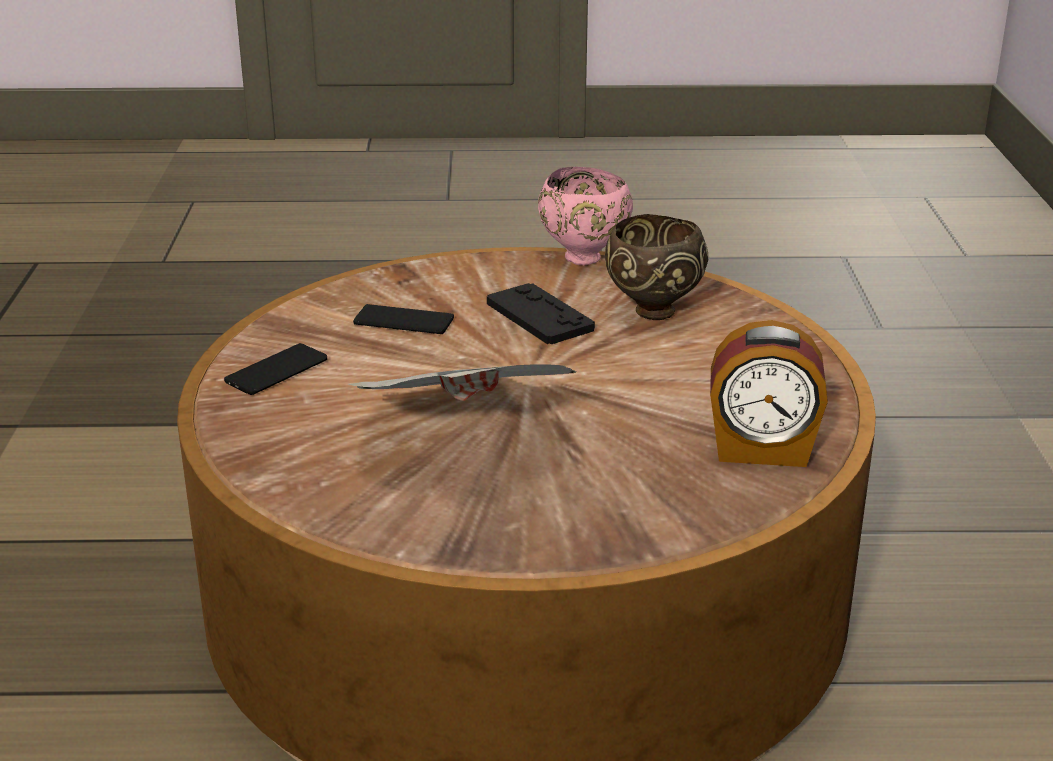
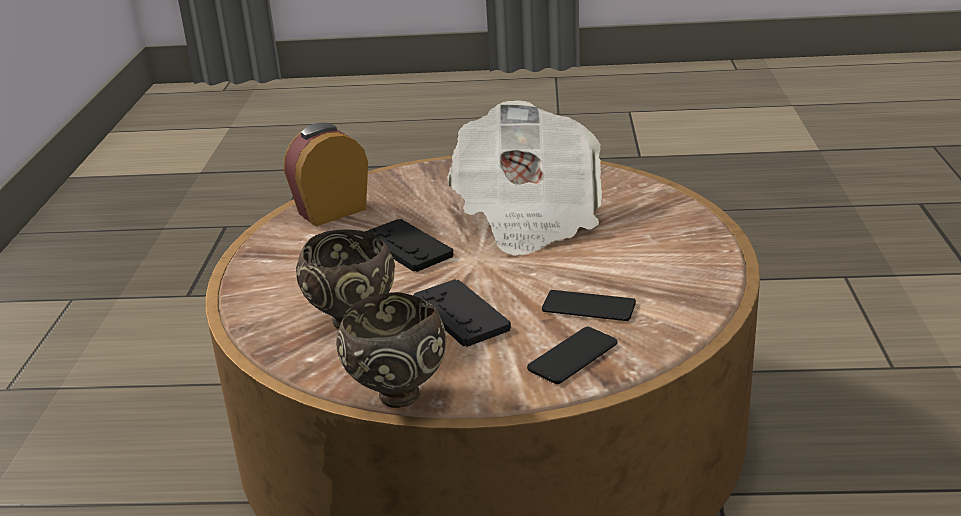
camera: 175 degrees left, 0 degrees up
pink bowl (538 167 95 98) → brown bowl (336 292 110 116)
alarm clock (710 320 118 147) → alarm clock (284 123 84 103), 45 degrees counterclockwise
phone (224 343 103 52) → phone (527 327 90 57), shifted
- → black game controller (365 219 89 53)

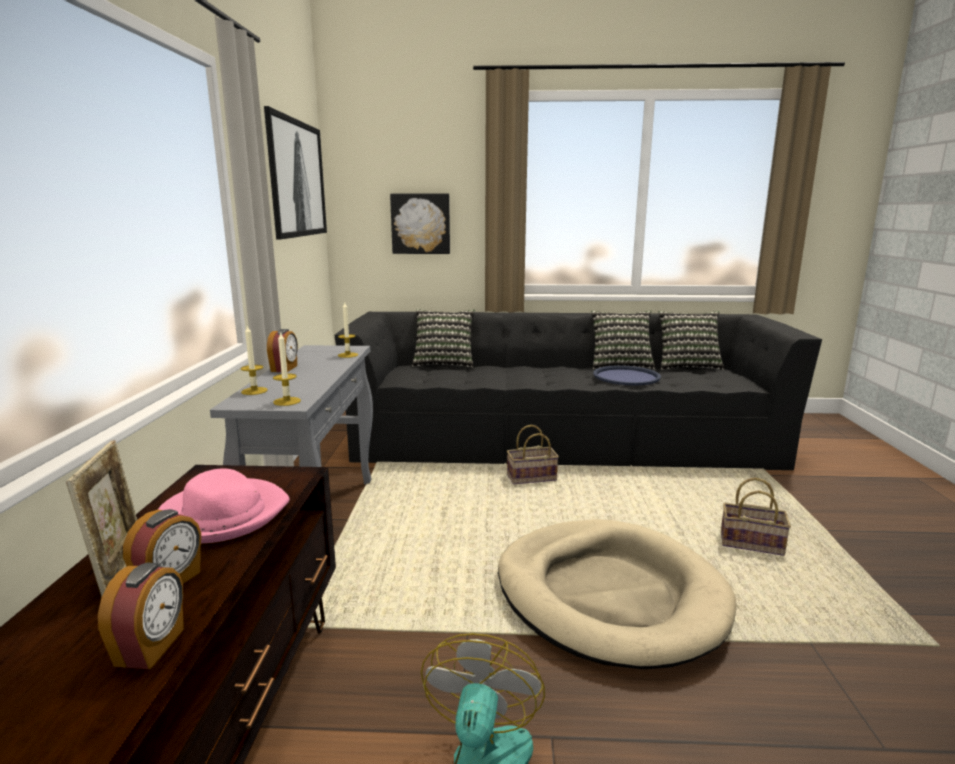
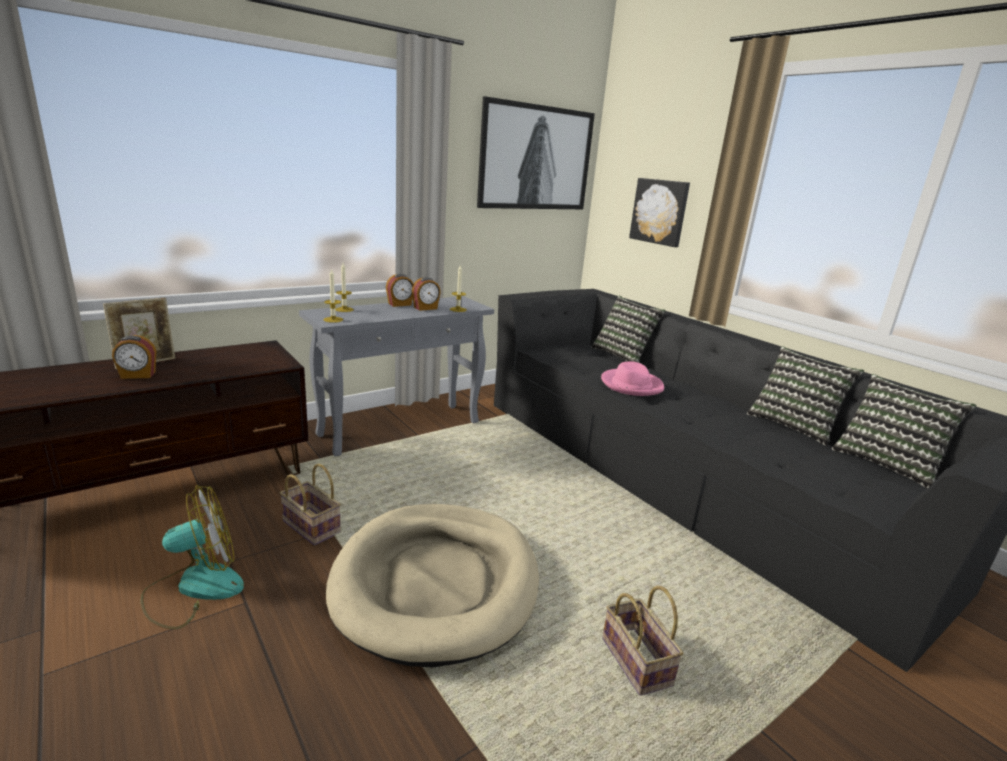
camera: 50 degrees right, 5 degrees up
blue tray (593 365 68 20) → -
basket (507 425 52 59) → basket (280 464 61 82), shifted
pink hat (158 468 132 75) → pink hat (601 361 63 35), shifted
alarm clock (98 562 86 107) → alarm clock (412 277 29 34), shifted

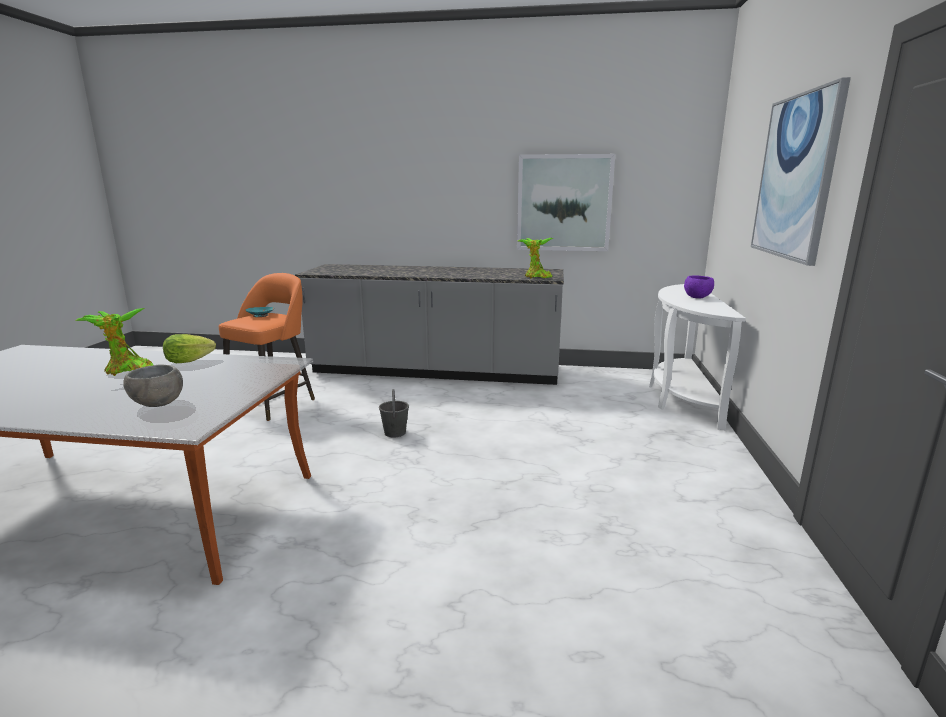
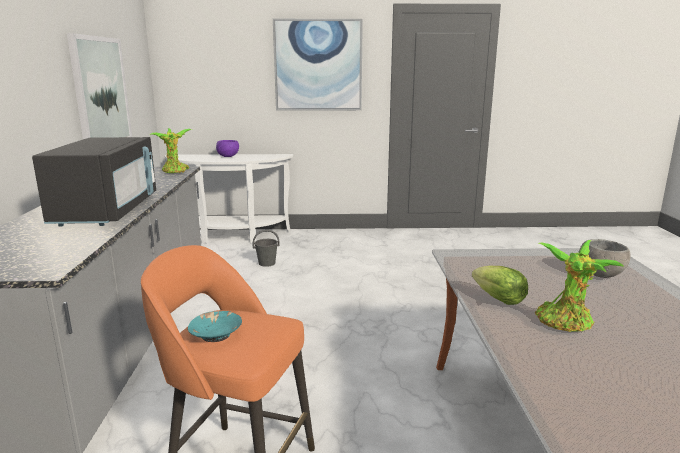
camera: 100 degrees left, 0 degrees up
grey bucket (379 389 30 49) → grey bucket (253 230 27 37), shifted
- → black microwave (32 137 124 90)

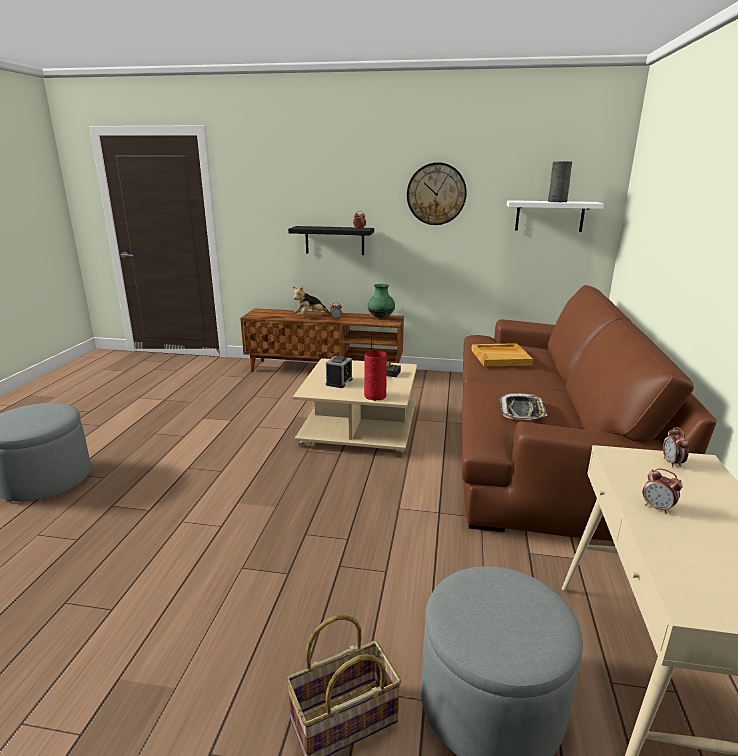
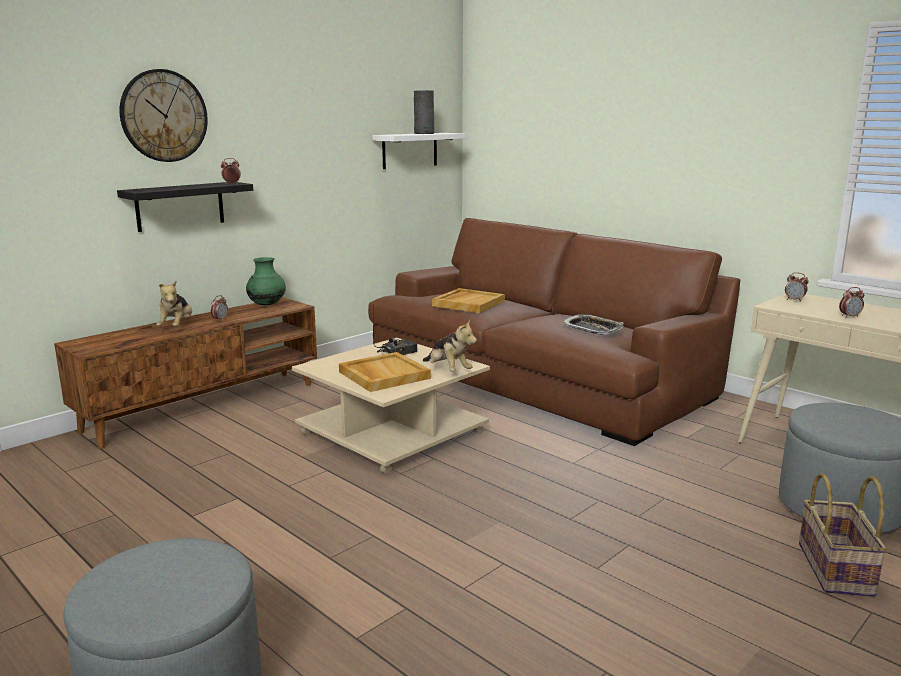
camera: 55 degrees left, 5 degrees down
wall clock (407 162 60 63) → wall clock (120 69 88 93), shifted
red vase (364 350 23 51) → plush toy (423 319 54 52)
alarm clock (326 356 26 32) → beige tray (339 352 92 40)

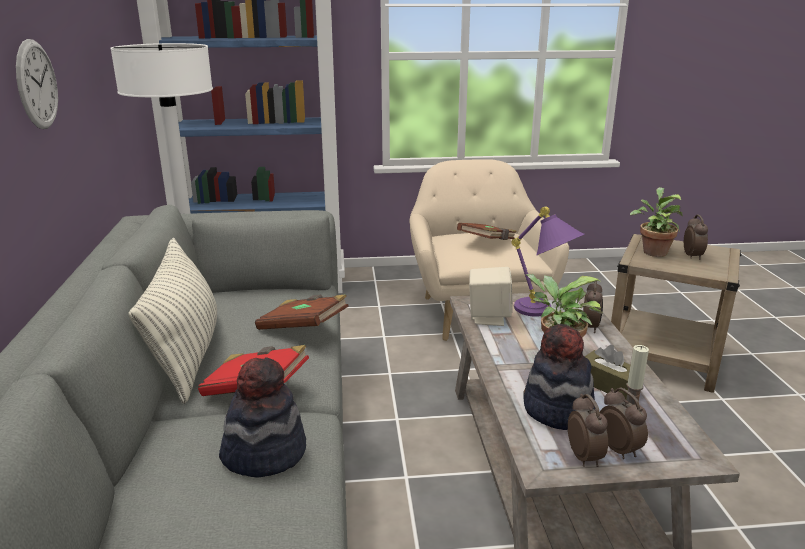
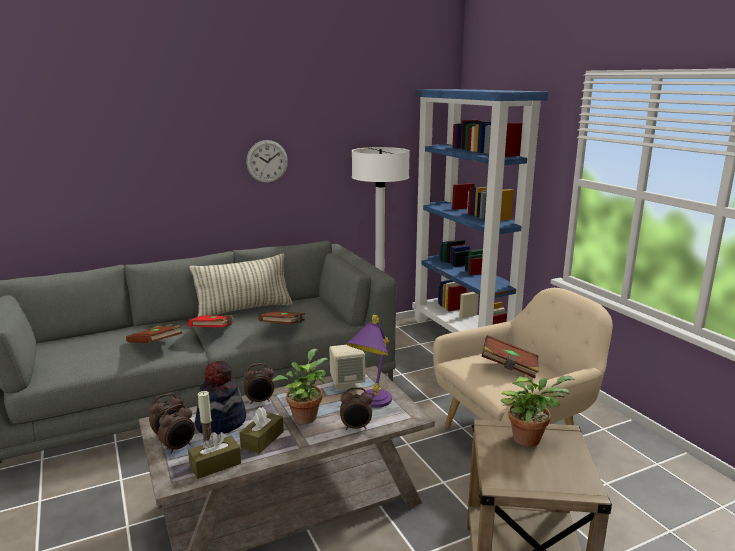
camera: 70 degrees right, 5 degrees down
alarm clock (684 215 24 45) → alarm clock (244 363 30 41), shifted
hat (219 357 87 121) → brown book (126 324 56 19)
- → brown tissue box (188 432 53 47)

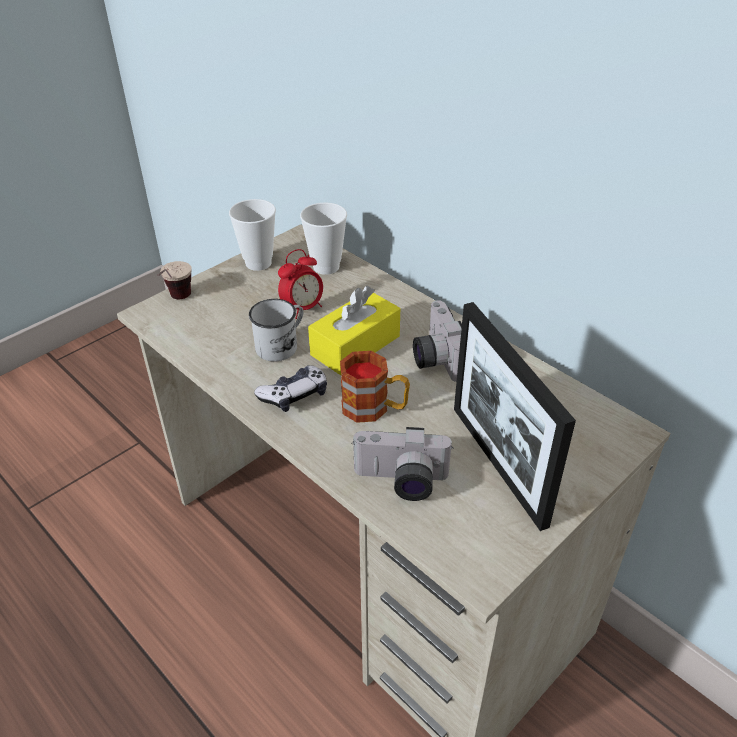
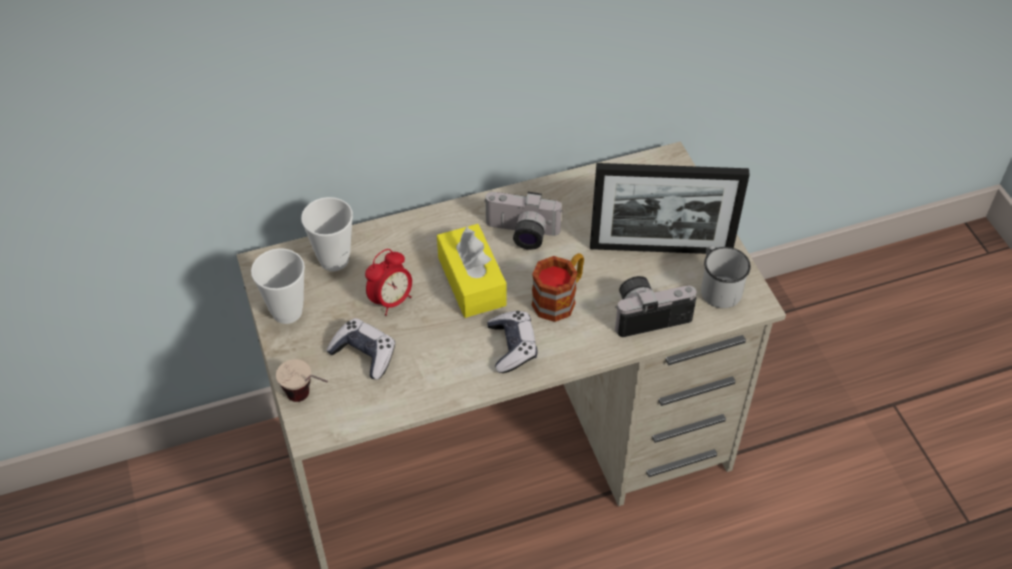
camera: 65 degrees left, 10 degrees up
alarm clock (278 249 45 70) → alarm clock (365 249 47 67), 60 degrees clockwise
white mug (249 299 54 63) → white mug (701 246 50 62), shifted
photo camera (351 427 103 74) → photo camera (615 276 81 61), 135 degrees counterclockwise
- → game controller (326 318 69 62)

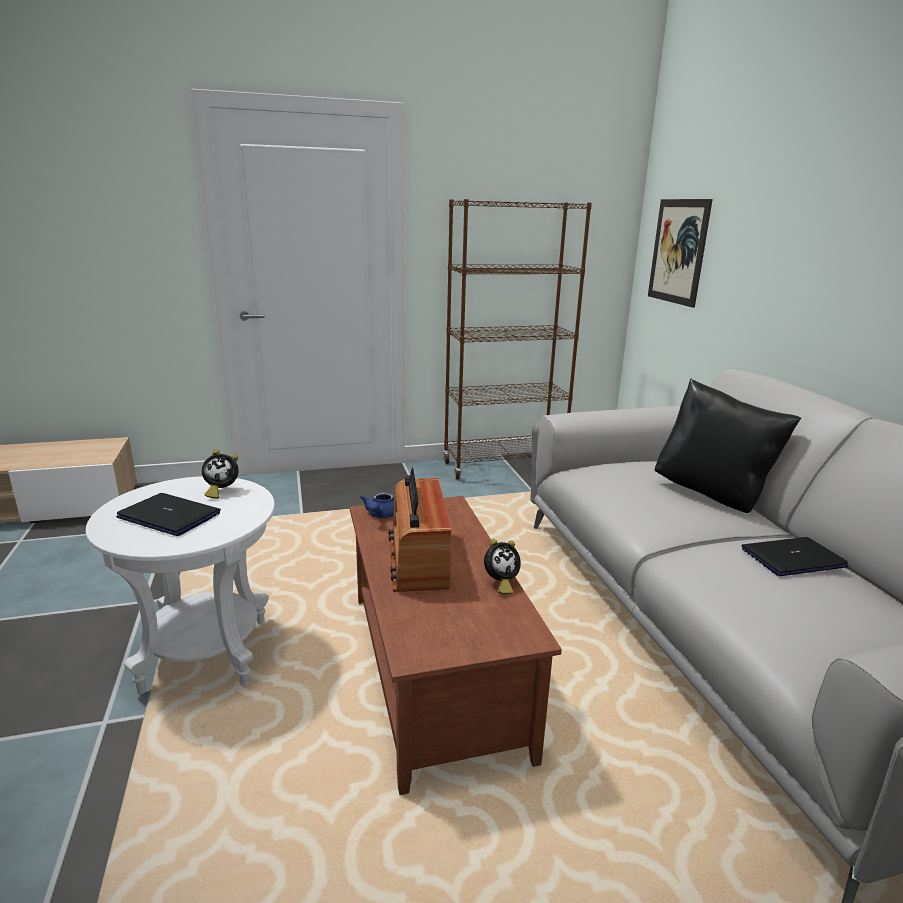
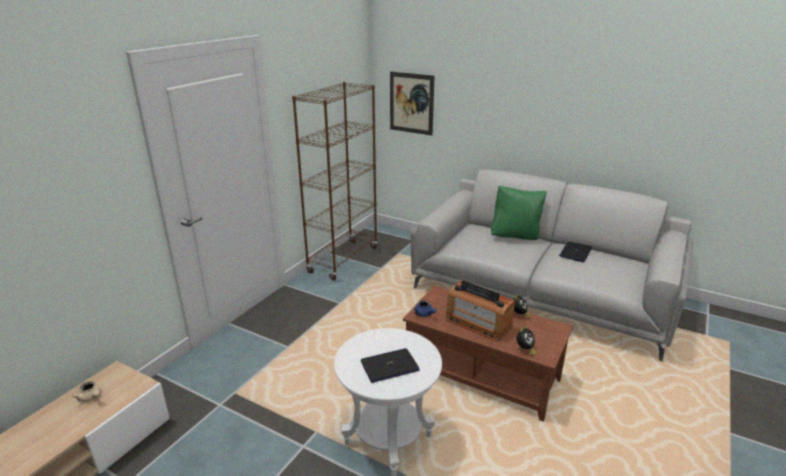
camera: 45 degrees left, 5 degrees up
black pillow (655 378 146 135) → green pillow (491 185 55 55)
alarm clock (202 450 36 49) → alarm clock (517 326 19 30), shifted
- → beige teapot (73 381 29 21)

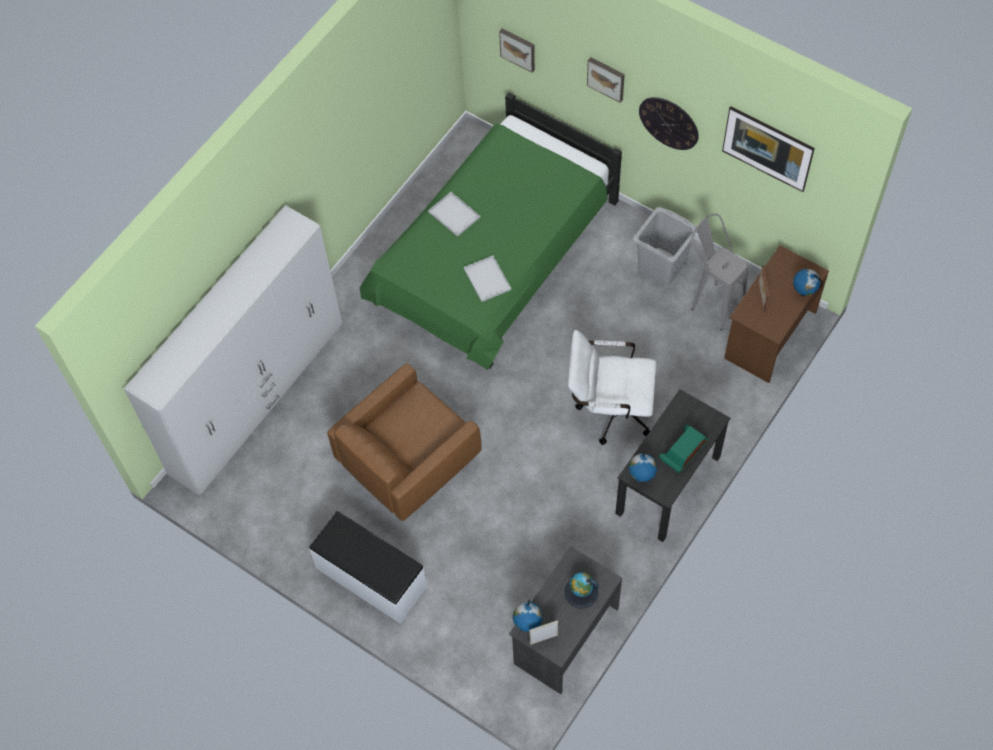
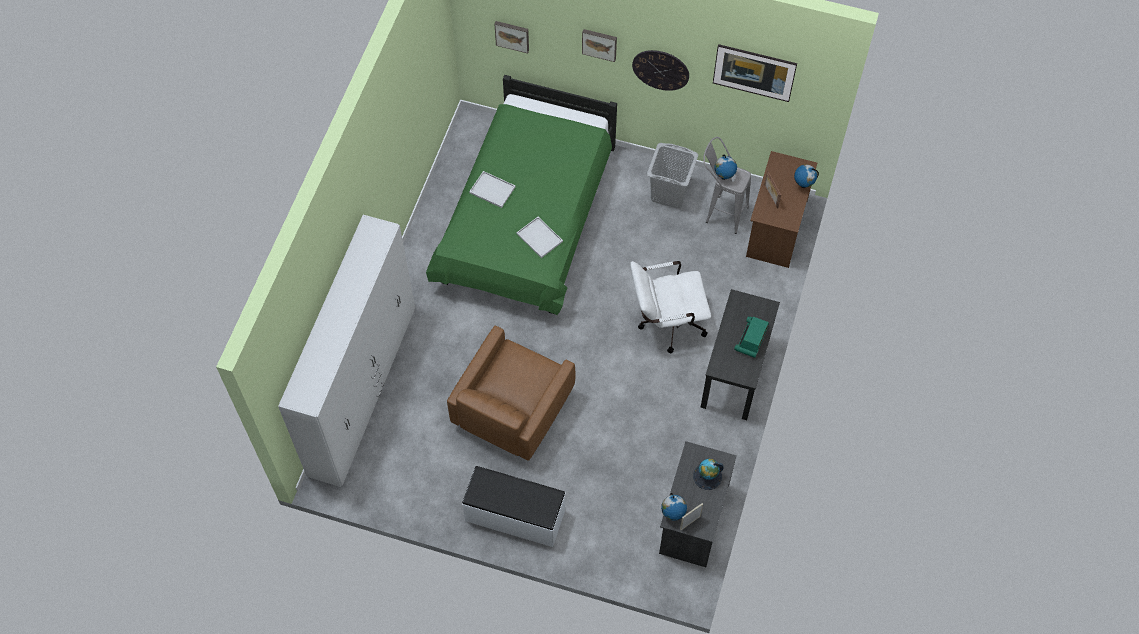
camera: 20 degrees left, 0 degrees up
globe (629 452 28 30) → globe (714 155 23 25), shifted

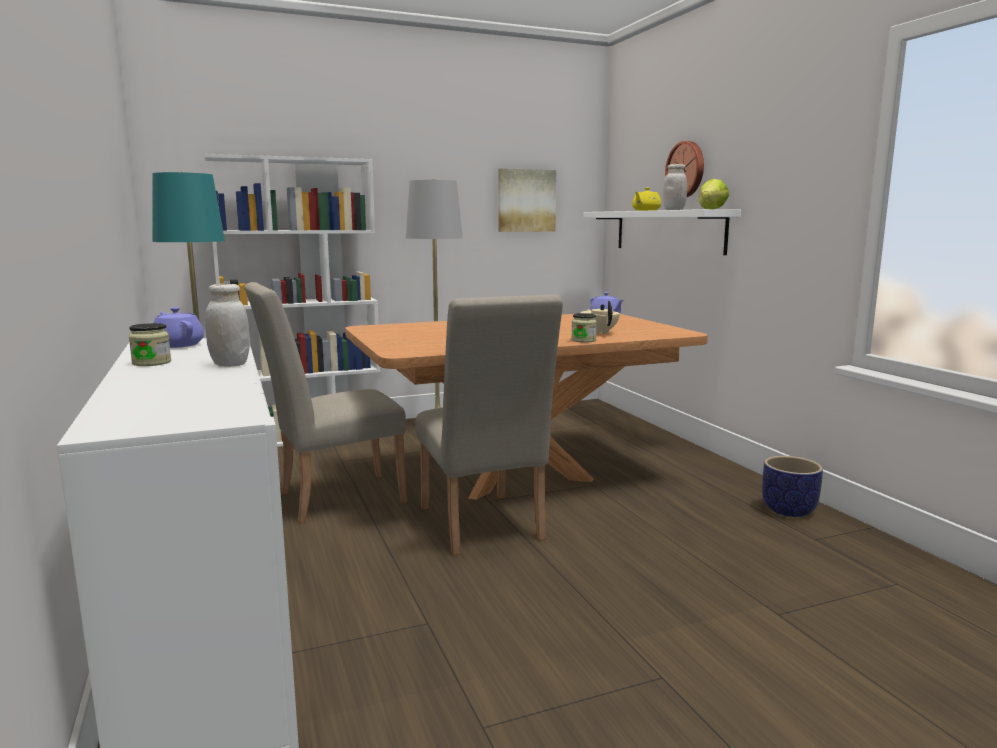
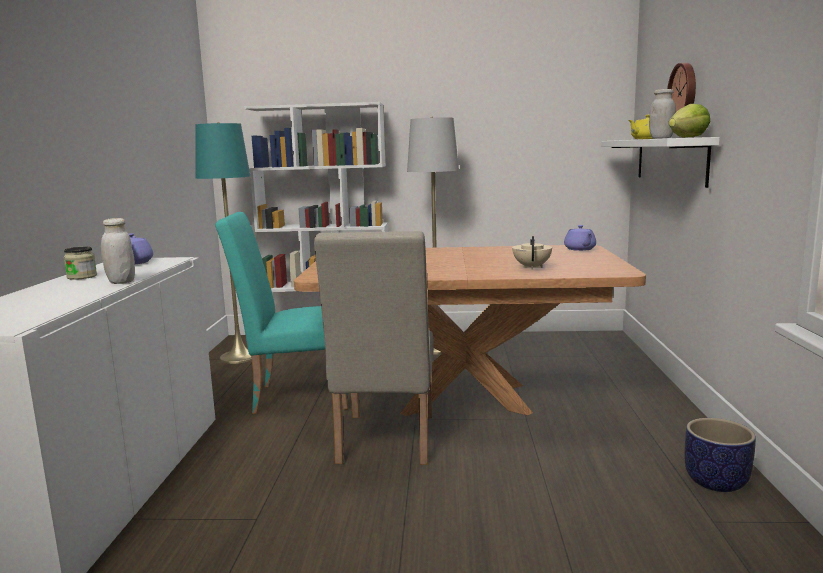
camera: 25 degrees right, 0 degrees up
picture (498 168 58 64) → -
beige chair (244 282 164 242) → turquoise chair (215 212 133 202)
jar (571 313 26 30) → -

